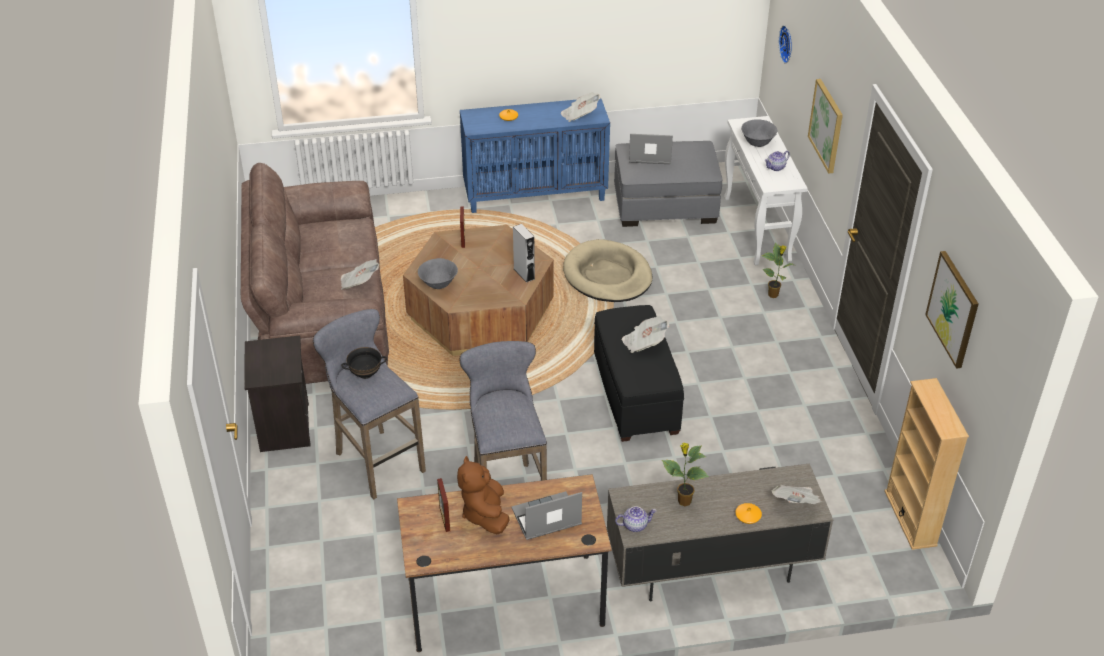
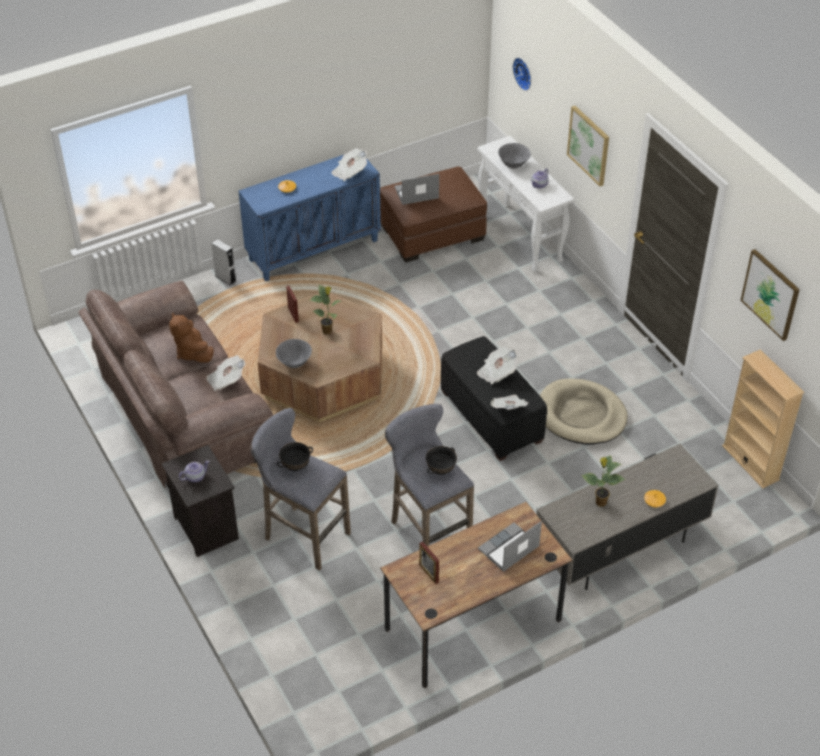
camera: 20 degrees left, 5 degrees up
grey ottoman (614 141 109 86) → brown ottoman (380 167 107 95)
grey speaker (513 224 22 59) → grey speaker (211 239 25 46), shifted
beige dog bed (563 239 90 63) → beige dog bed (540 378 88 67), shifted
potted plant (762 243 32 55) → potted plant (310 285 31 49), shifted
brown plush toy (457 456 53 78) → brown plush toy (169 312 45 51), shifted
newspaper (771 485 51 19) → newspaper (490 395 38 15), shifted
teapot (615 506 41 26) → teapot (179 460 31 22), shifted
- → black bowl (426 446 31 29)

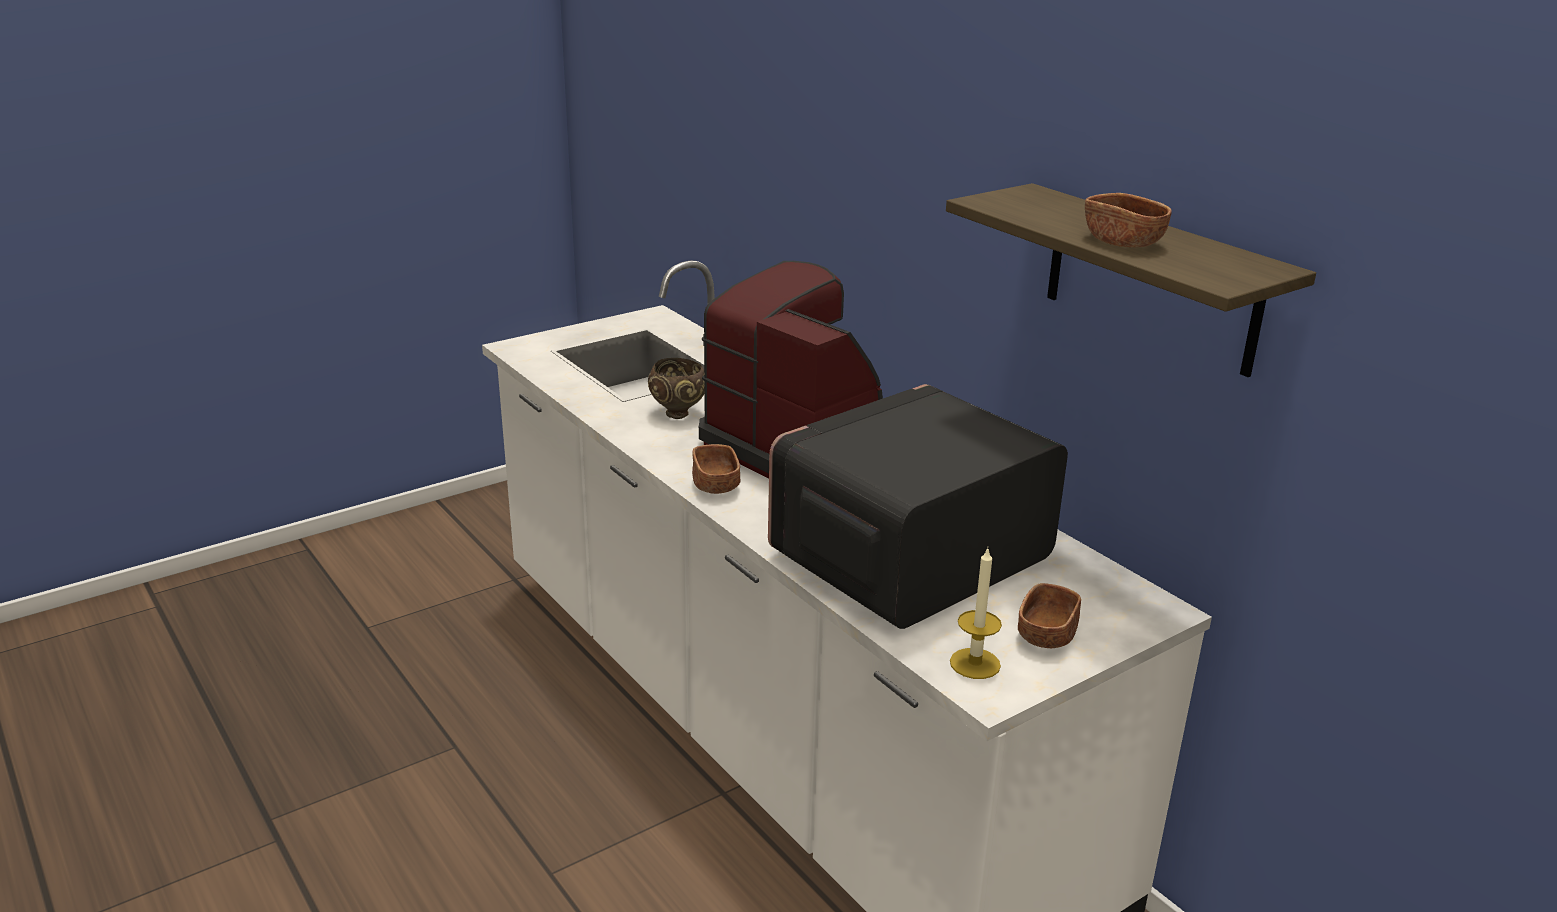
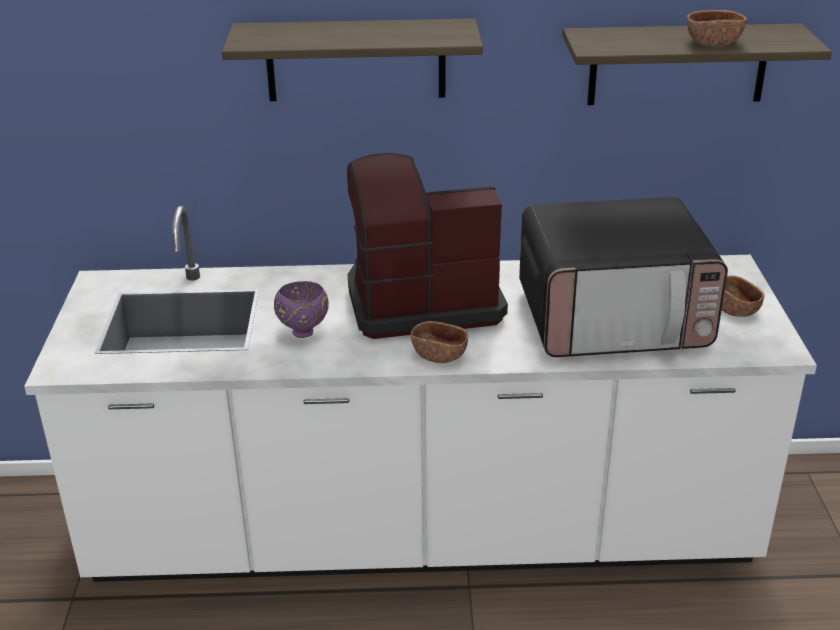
camera: 55 degrees left, 5 degrees up
brown bowl (648 358 57 61) → purple bowl (274 281 55 57)
microwave (768 384 300 245) → microwave (519 197 209 160), 90 degrees counterclockwise
candle (950 548 52 131) → -
- → shelf (222 18 261 83)

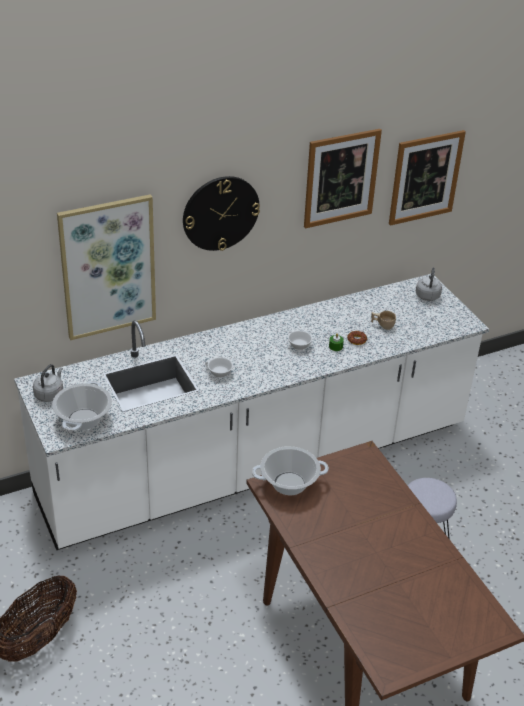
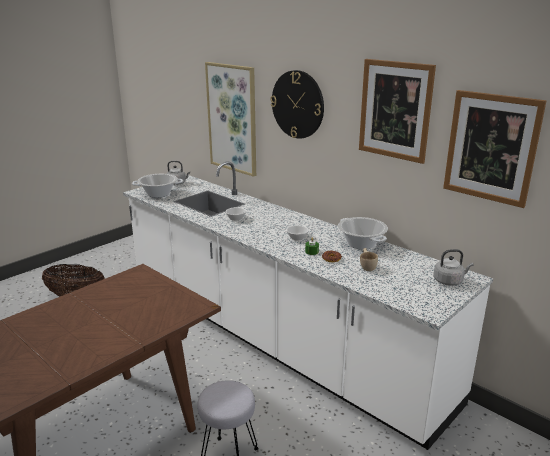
camera: 70 degrees right, 15 degrees down
cooking pot (252 446 77 49) → cooking pot (338 217 50 33), shifted

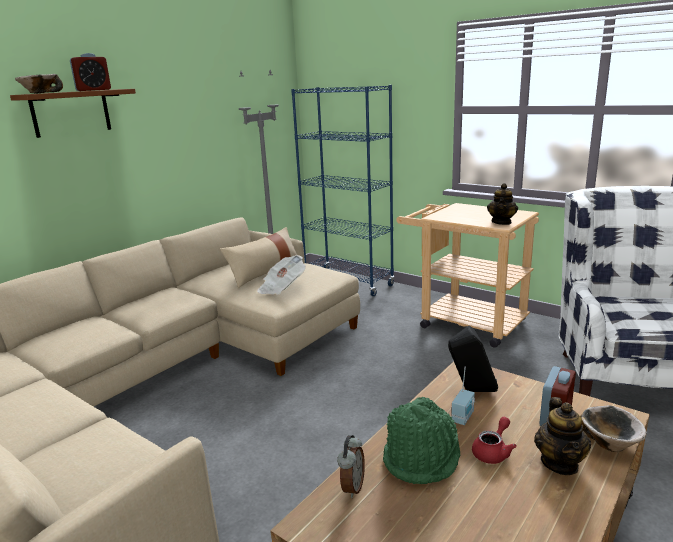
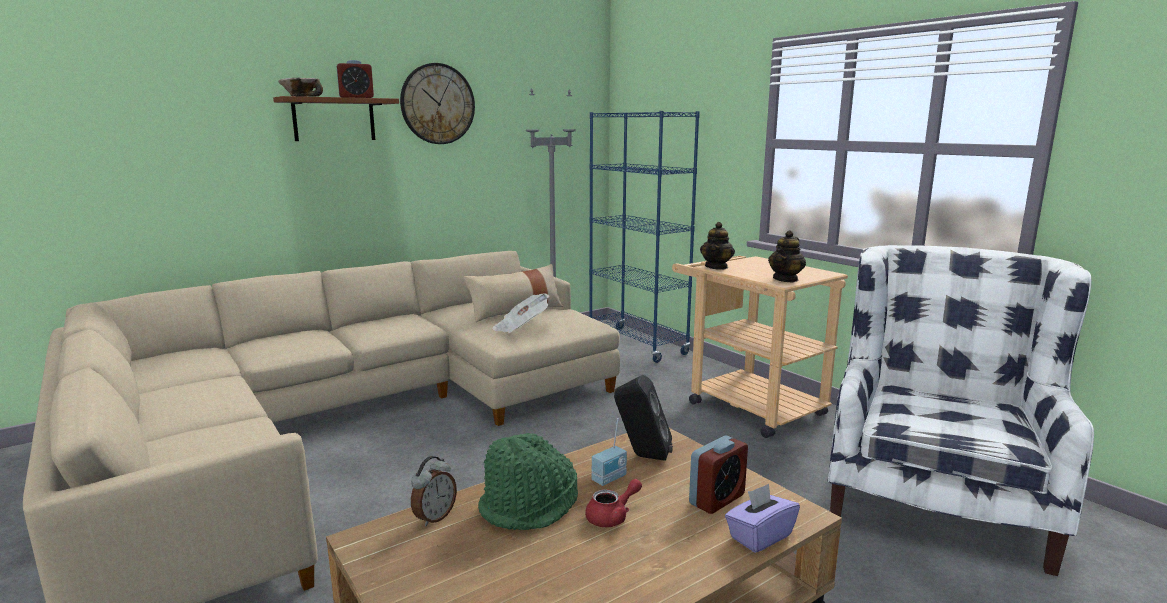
camera: 15 degrees right, 5 degrees down
teapot (534 397 57 78) → teapot (700 222 35 48), shifted
bowl (580 405 66 47) → purple tissue box (725 484 75 69)
- → wall clock (400 63 75 81)

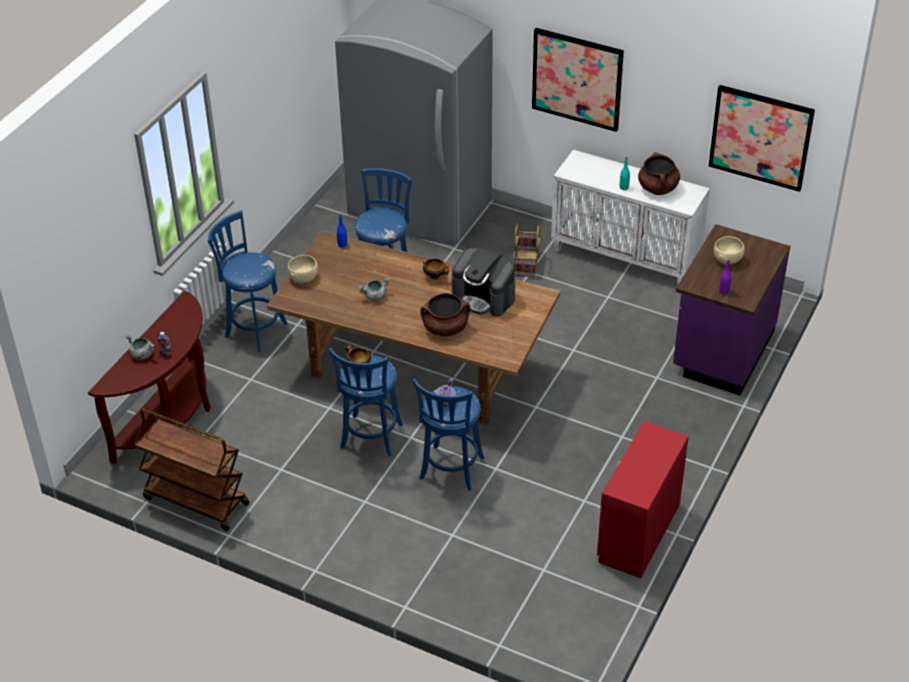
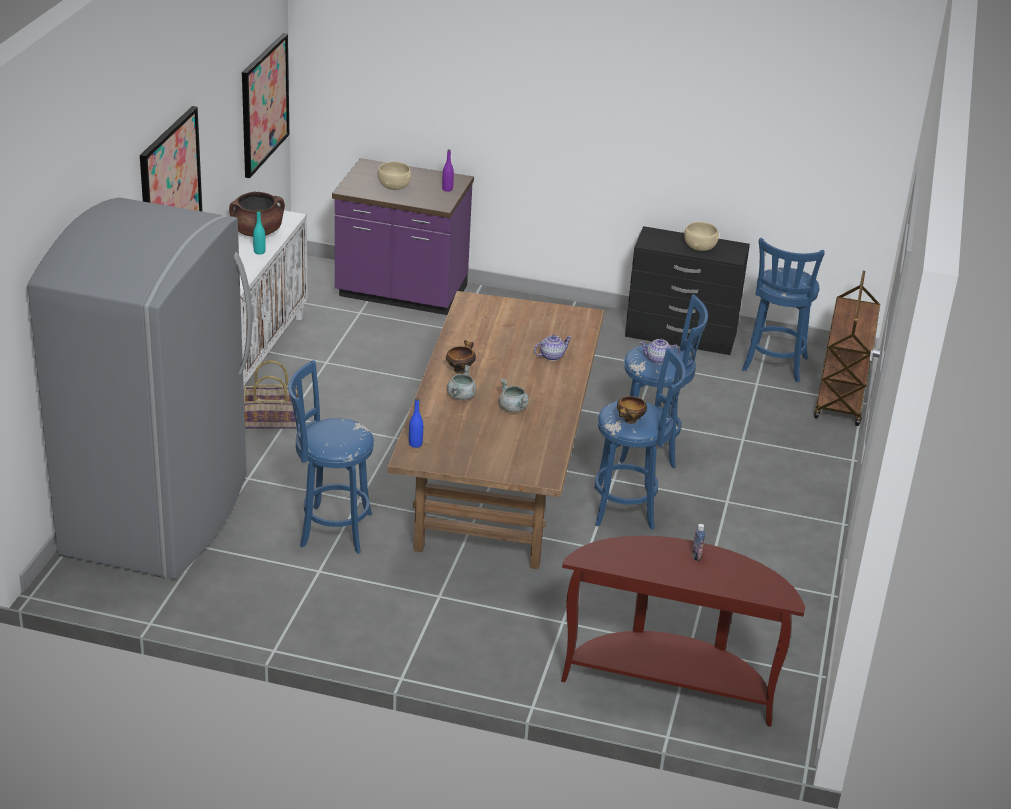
camera: 105 degrees left, 10 degrees down
blue stool (208 210 80 142) → blue stool (742 238 83 145), shifted
coffee machine (452 248 63 69) → -
beige bowl (288 255 30 28) → beige bowl (684 222 35 29), shifted
brown cooking pot (421 293 50 43) → teapot (534 335 38 26)
grey cooking pot (125 335 30 25) → grey cooking pot (447 365 30 35), shifted
brown cart (134 409 115 122) → brown cart (814 271 66 155), shifted
red dresser (597 421 92 157) → black dresser (625 226 125 129)

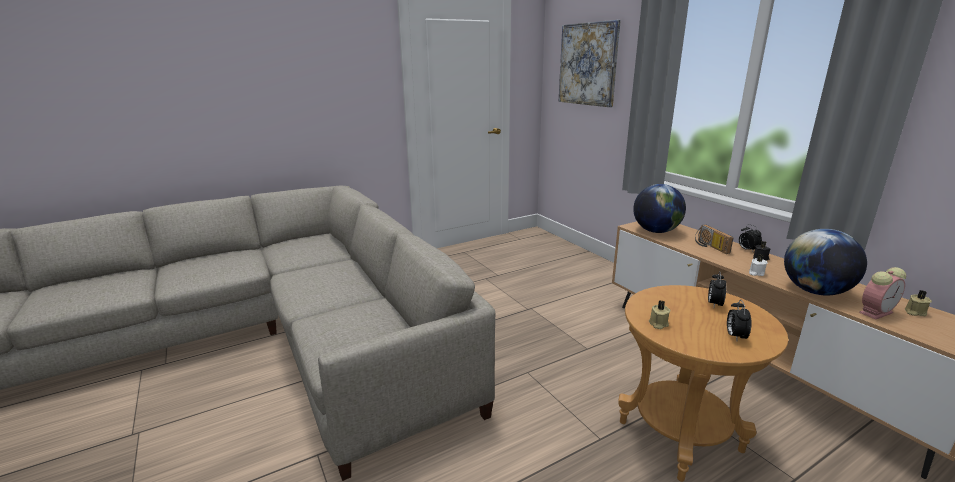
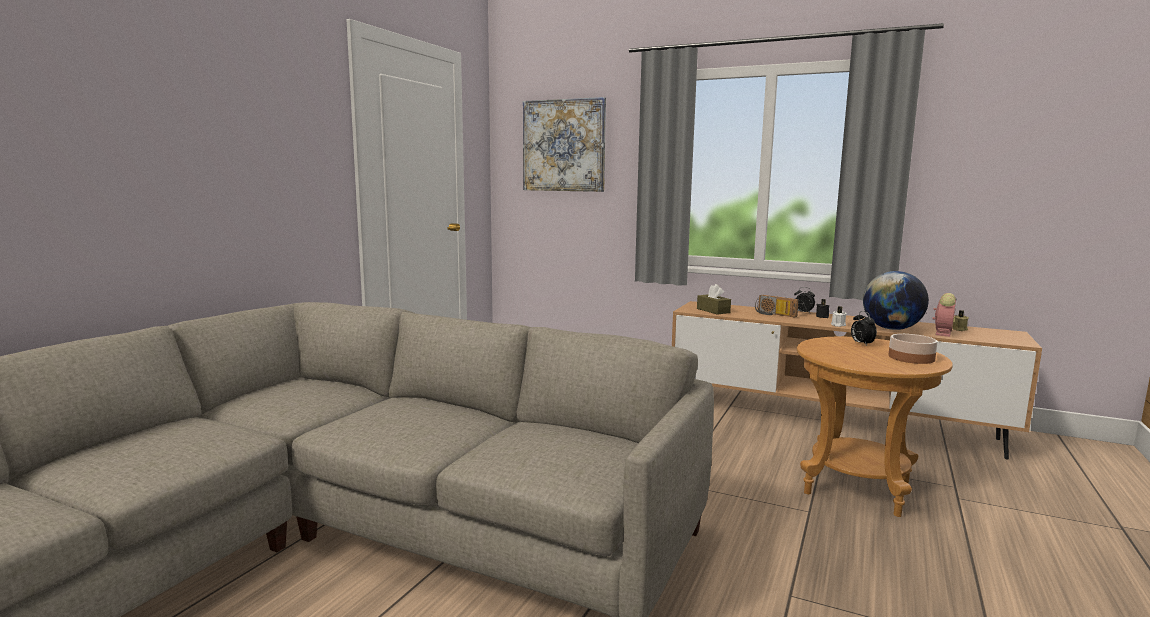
camera: 35 degrees left, 10 degrees down
globe (633 184 53 49) → brown tissue box (697 284 34 31)
alarm clock (727 299 24 42) → bowl (889 334 49 30)
beige candle (649 300 22 29) → -

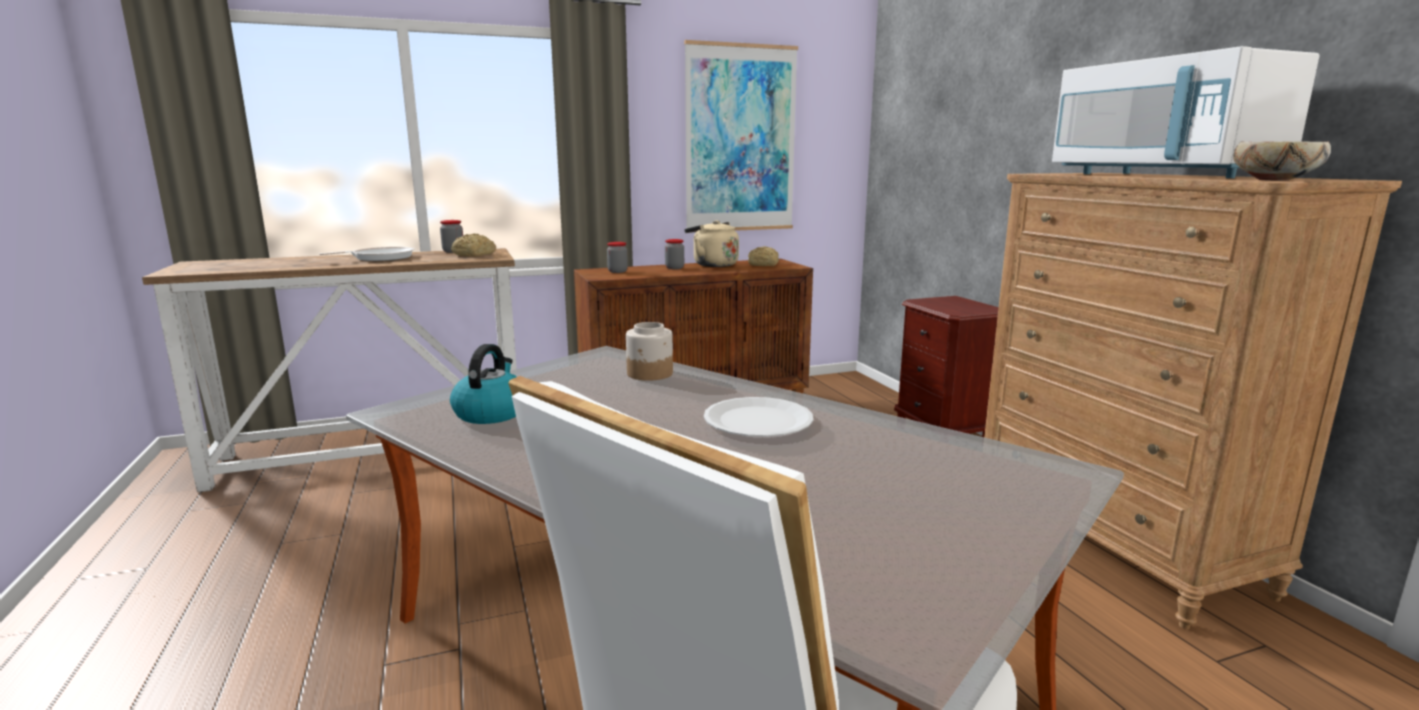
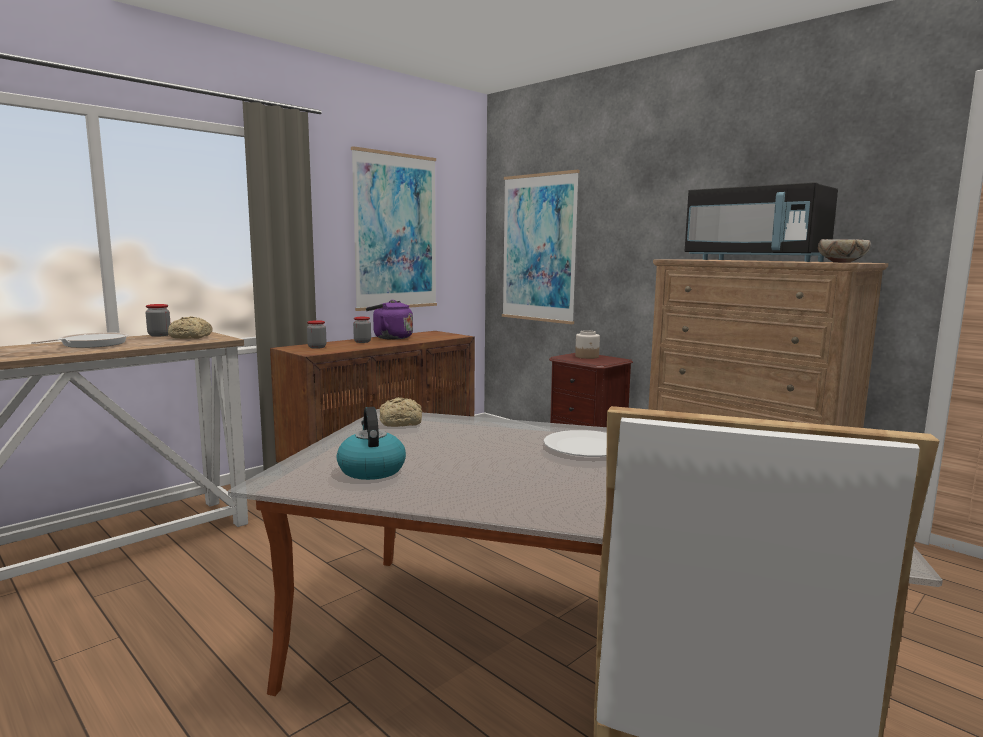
camera: 25 degrees left, 5 degrees down
white microwave (1052 46 267 132) → black microwave (685 182 153 80)
beige kettle (685 220 54 47) → purple kettle (366 300 47 40)
bread (748 246 31 20) → bread (379 397 43 30), shifted
jar (626 322 47 59) → jar (575 330 25 29), shifted
- → picture (502 170 78 154)

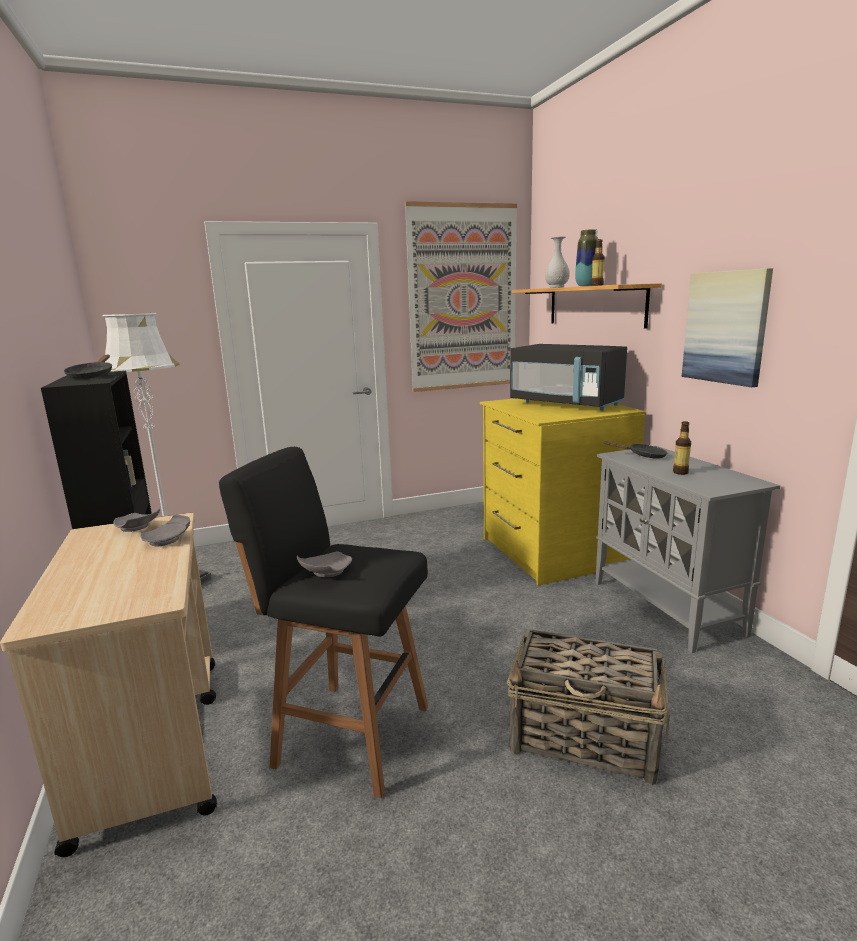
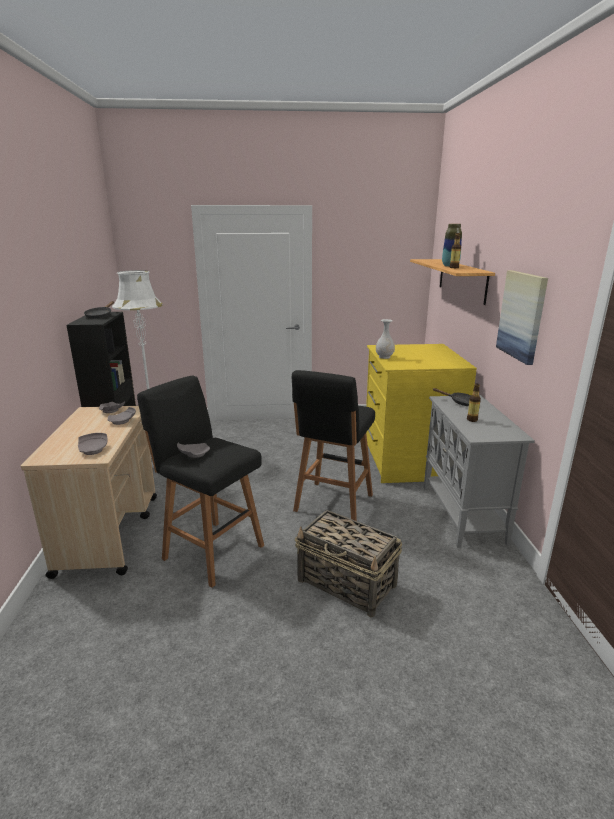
camera: 15 degrees right, 5 degrees up
picture (405 201 112 191) → -
white vase (545 237 25 51) → white vase (376 319 19 40), shifted
black microwave (510 344 117 67) → -
- → black stool (292 370 83 151)
- → grey plate (78 433 30 22)

